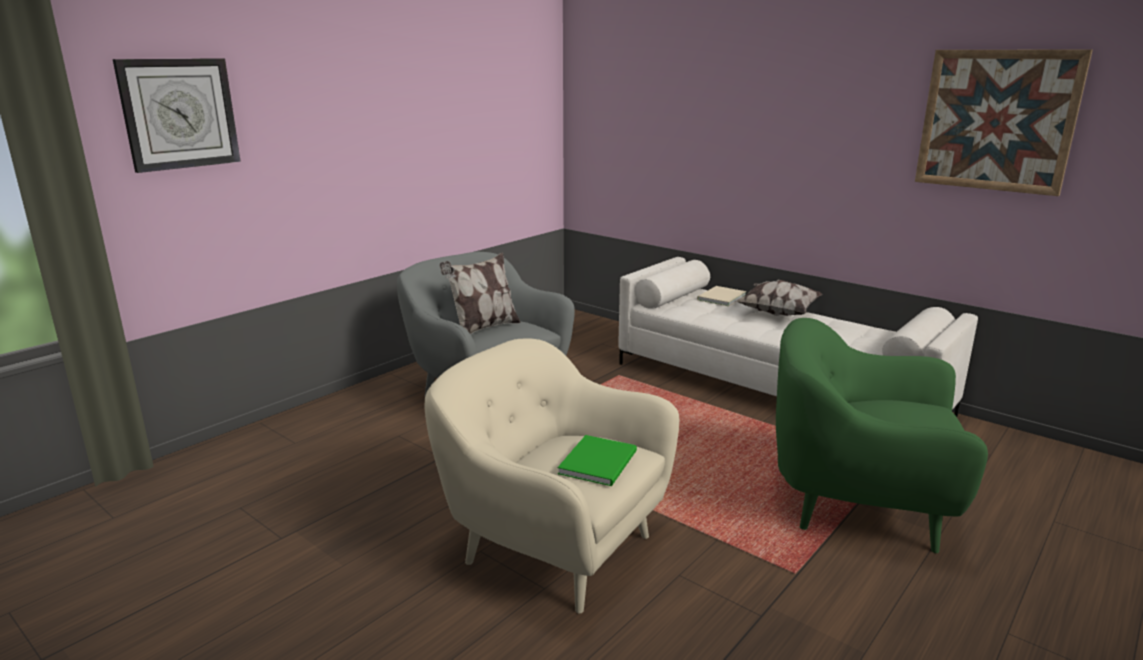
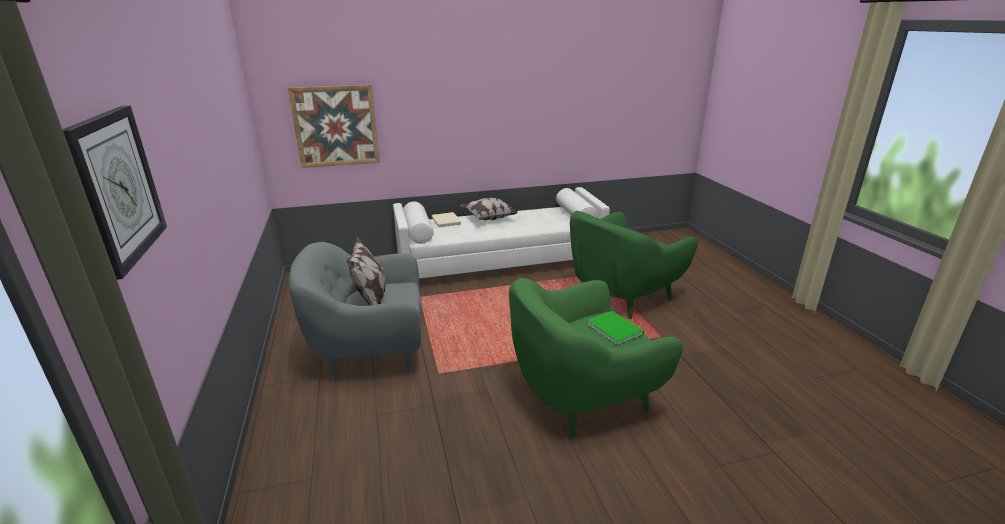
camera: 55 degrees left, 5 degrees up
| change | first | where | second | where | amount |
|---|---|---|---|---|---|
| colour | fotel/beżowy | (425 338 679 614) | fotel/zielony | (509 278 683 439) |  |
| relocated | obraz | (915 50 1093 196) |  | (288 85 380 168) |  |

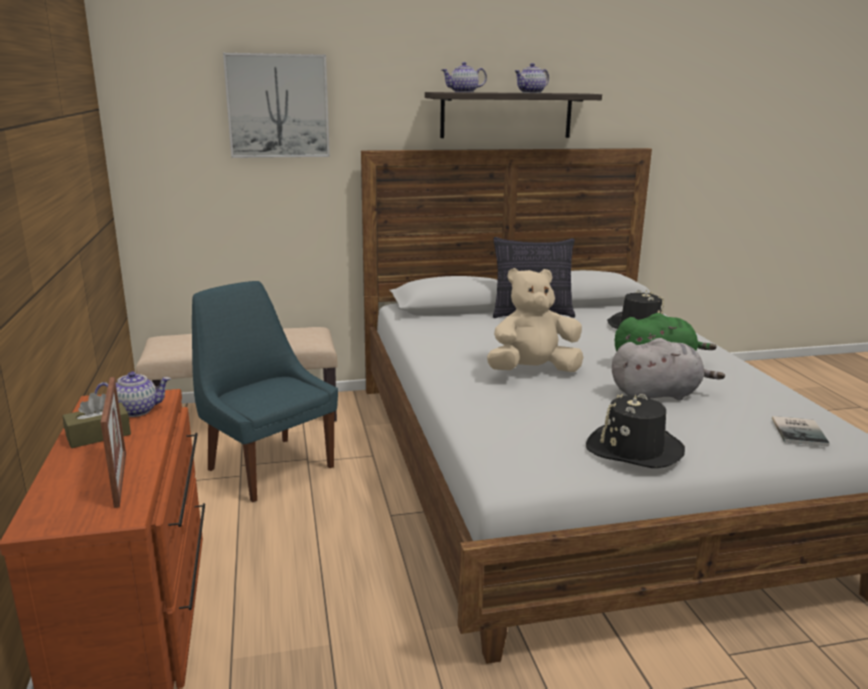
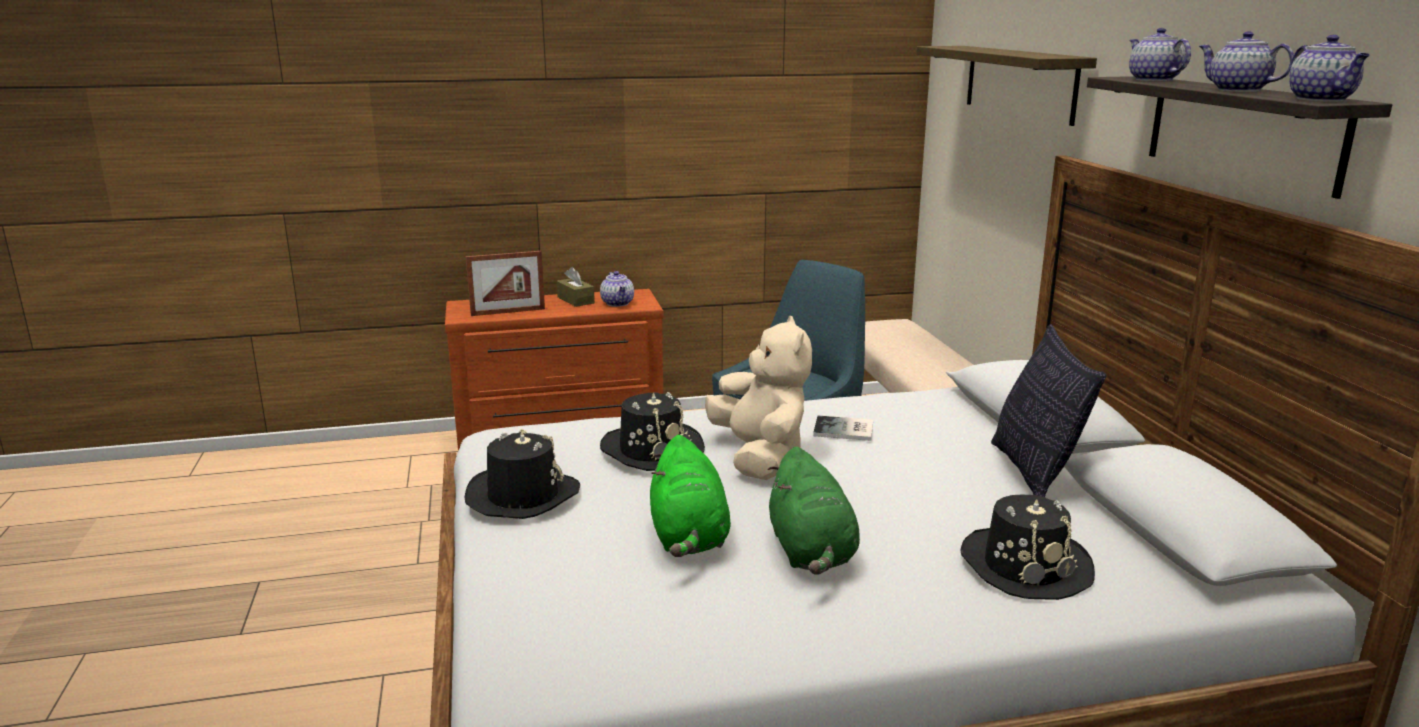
camera: 90 degrees right, 0 degrees up
| change | first | where | second | where | amount |
|---|---|---|---|---|---|
| exchanged | obraz | (223 53 330 158) | półka | (916 46 1097 126) |  |
| colour | pluszak/szary | (612 338 725 400) | pluszak/zielony | (650 435 731 557) |  |
| relocated | książka | (772 416 829 447) |  | (813 416 873 441) |  |
| appeared |  |  | kapelusz/czarny | (600 392 705 471) |  |
| appeared |  |  | imbryk | (1289 35 1370 102) |  |

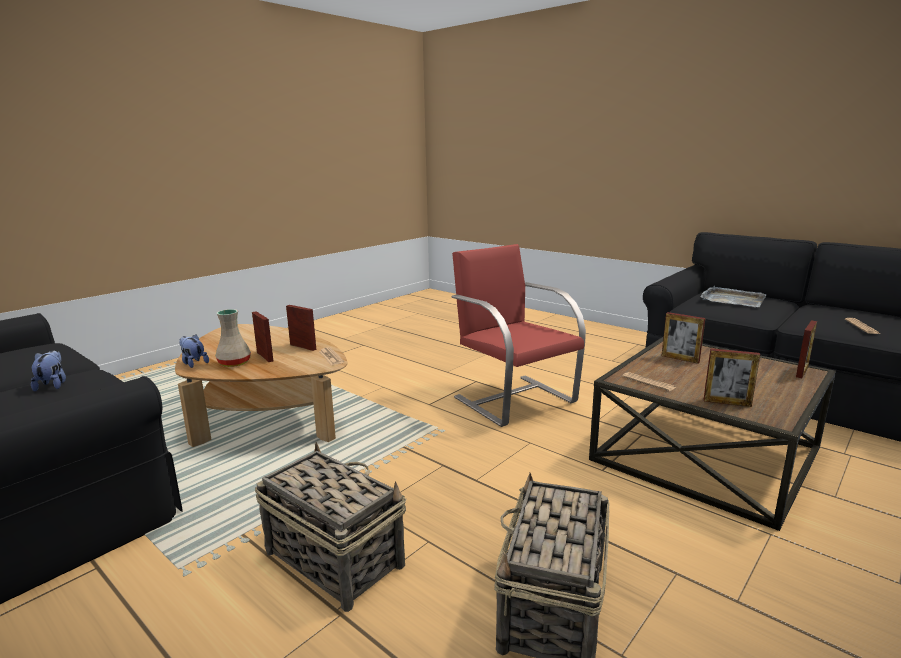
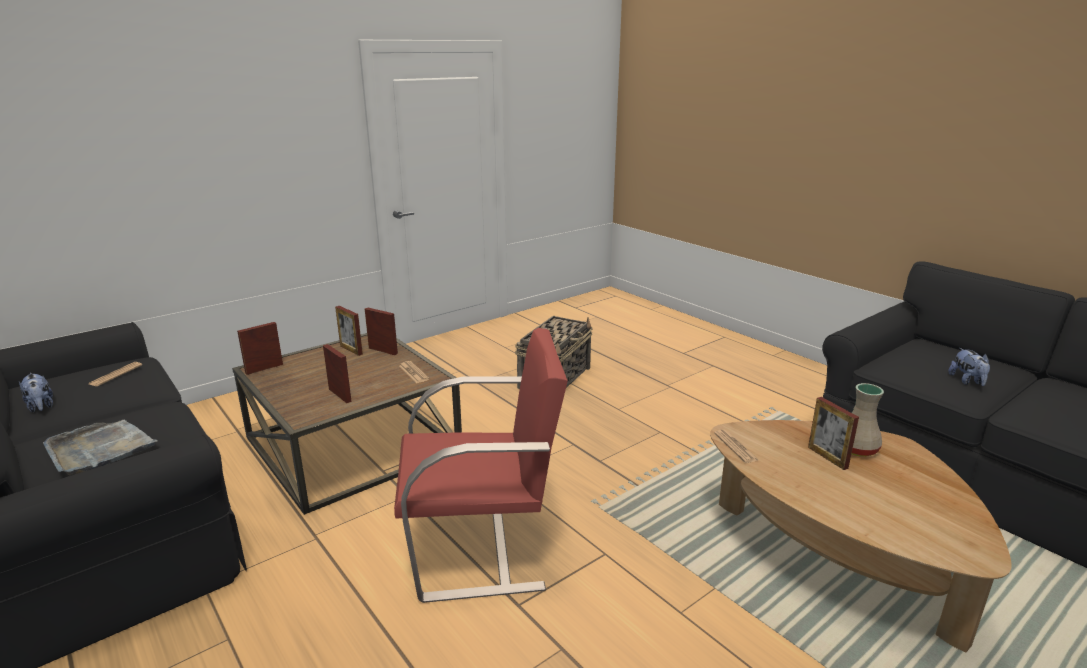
camera: 170 degrees left, 5 degrees up
| change | first | where | second | where | amount |
|---|---|---|---|---|---|
| relocated | pluszak | (179 334 209 368) |  | (19 373 53 412) |  |
| missing | koszyk | (255 442 406 612) |  |  |  |
| relocated | ramka na zdjęcie | (286 305 316 351) |  | (335 306 363 356) |  |
| spun | fotel/czerwony | (451 244 586 427) |  | (394 328 568 603) | 75 degrees counterclockwise |

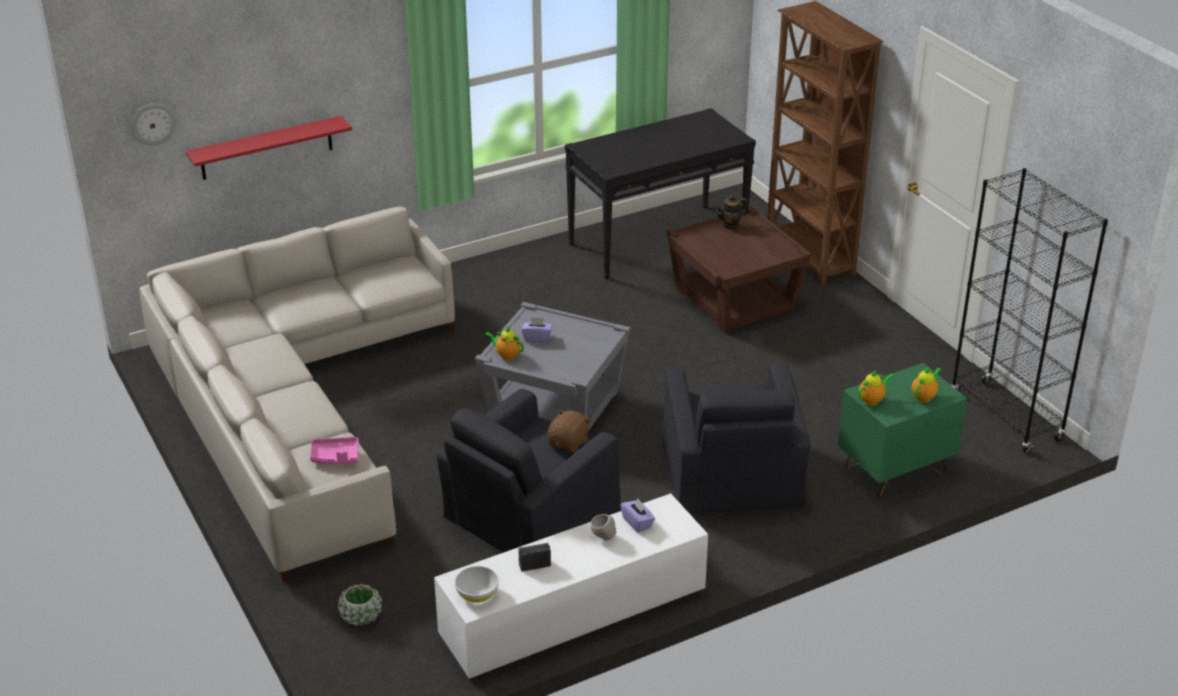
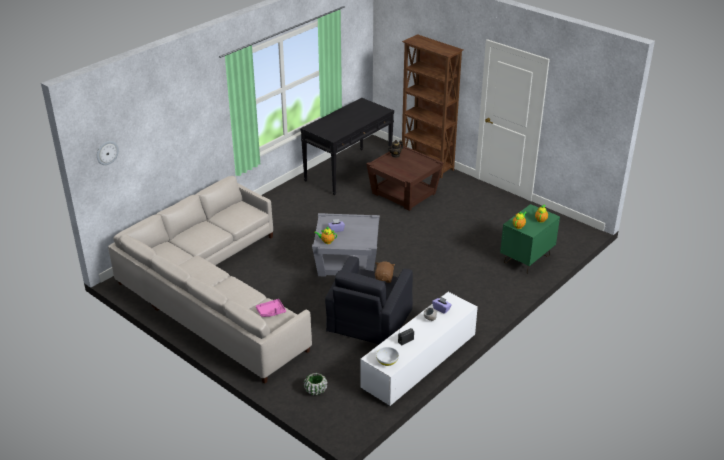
camera: 20 degrees left, 0 degrees up
| change | first | where | second | where | amount |
|---|---|---|---|---|---|
| missing | półka/czerwony | (185 116 352 180) |  |  |  |
| missing | fotel/czarny | (662 363 810 514) |  |  |  |
| missing | regał/czarny | (951 168 1108 453) |  |  |  |

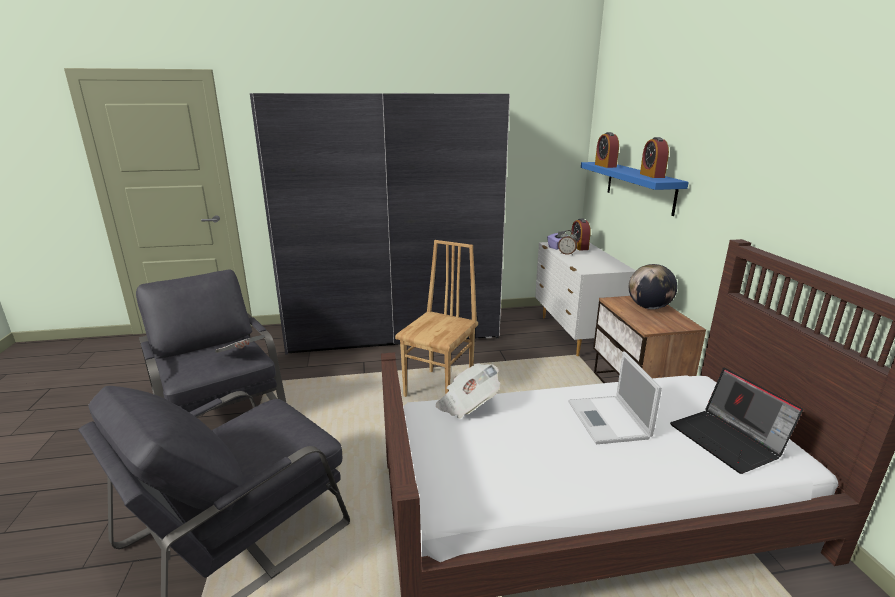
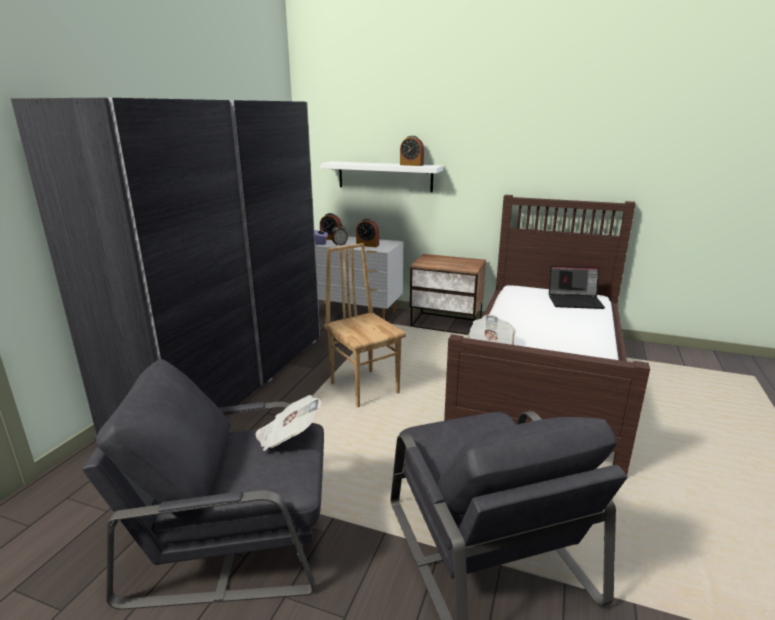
camera: 60 degrees left, 0 degrees up
| change | first | where | second | where | amount |
|---|---|---|---|---|---|
| missing | laptop | (568 351 662 444) |  |  |  |
| colour | półka/niebieski | (581 162 689 216) | półka/biały | (320 161 443 192) |  |
| relocated | budzik | (595 132 619 168) |  | (356 218 379 247) |  |
| missing | globus | (629 264 677 309) |  |  |  |

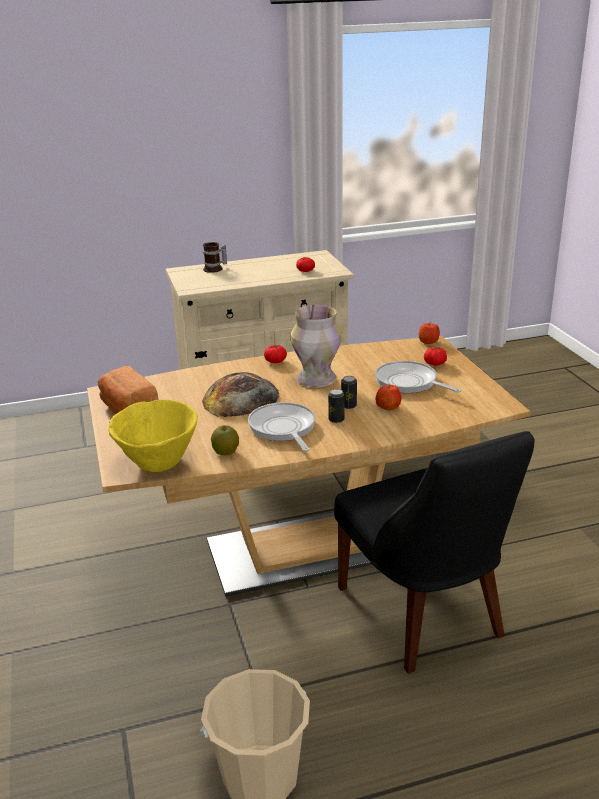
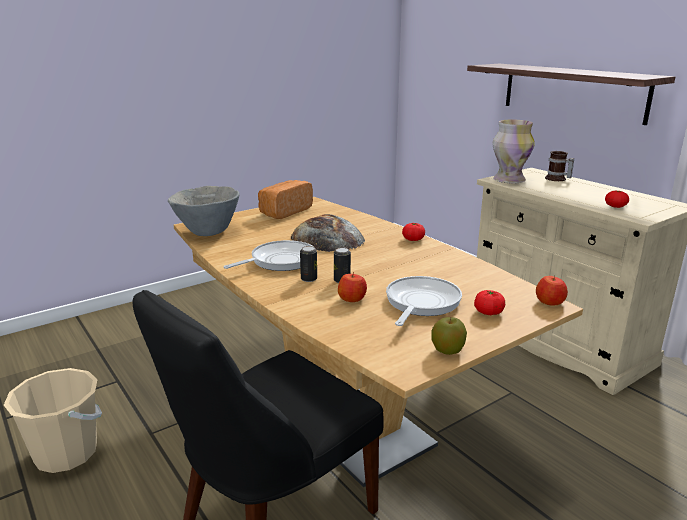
camera: 70 degrees right, 5 degrees down
| change | first | where | second | where | amount |
|---|---|---|---|---|---|
| colour | miska/żółty | (108 400 198 472) | miska/szary | (168 186 240 236) |  |
| relocated | jabłko | (211 425 239 456) |  | (431 317 467 355) |  |
| relocated | wazon | (291 305 342 387) |  | (493 120 535 183) |  |
| appeared |  |  | półka | (467 64 675 125) |  |

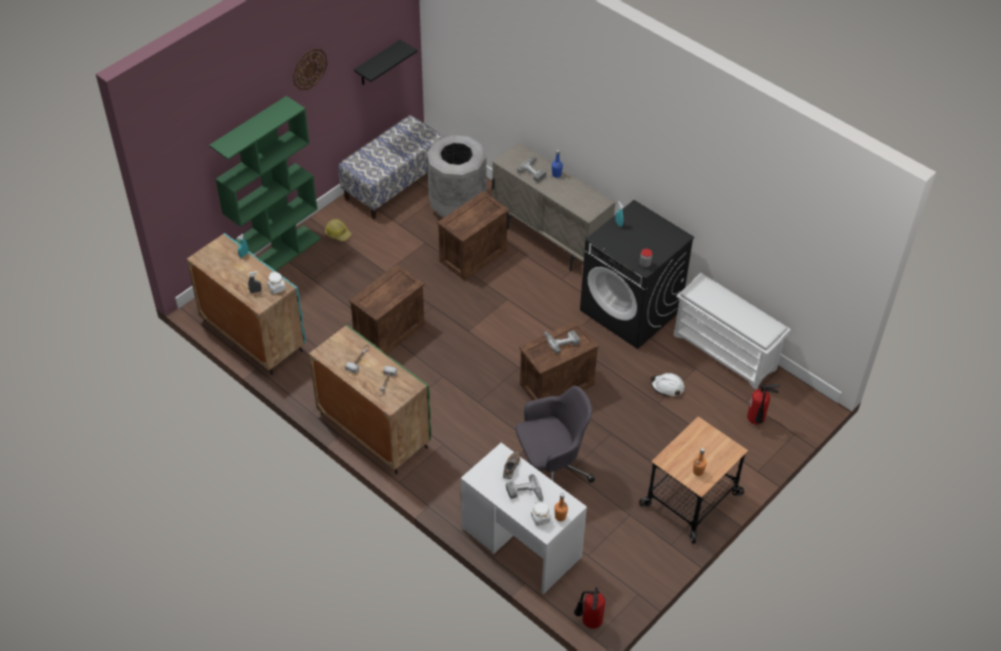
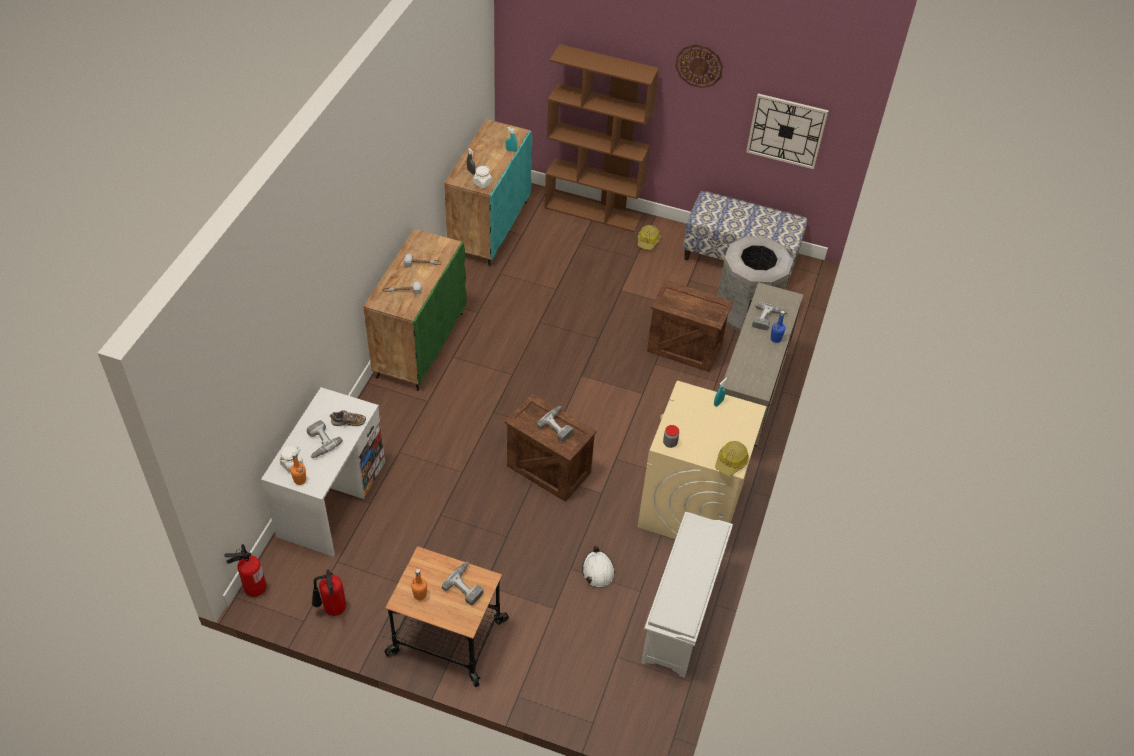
camera: 65 degrees right, 0 degrees up
| change | first | where | second | where | amount |
|---|---|---|---|---|---|
| colour | regał/zielony | (209 96 321 271) | regał/brązowy | (544 44 659 232) |  |
| missing | skrzynka | (349 264 425 354) |  |  |  |
| exchanged | półka/czarny | (354 40 417 85) | zegar ścienny | (746 94 829 169) |  |
| missing | krzesło biurowe/szary | (516 386 595 483) |  |  |  |
| colour | pralka/czarny | (580 200 695 349) | pralka/beżowy | (638 381 767 539) |  |
| relocated | gaśnica | (747 384 780 424) |  | (312 569 346 616) |  |
| appeared |  |  | wiertarka | (442 562 483 605) |  |
| appeared |  |  | kask | (715 441 749 476) |  |

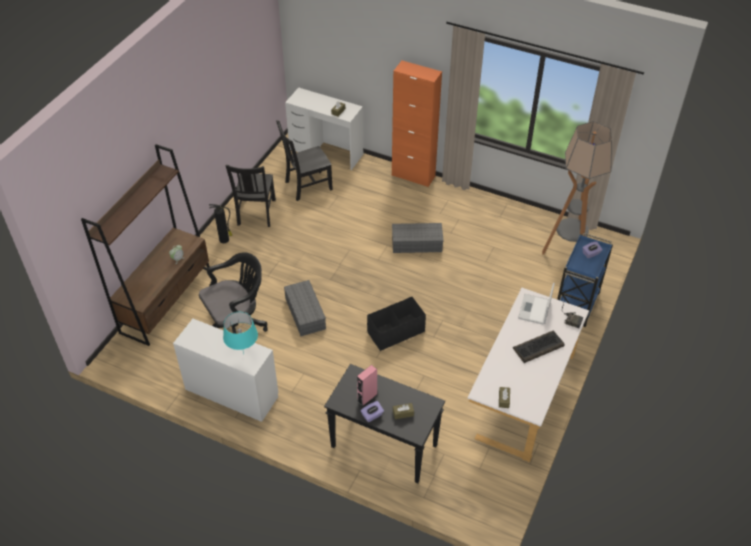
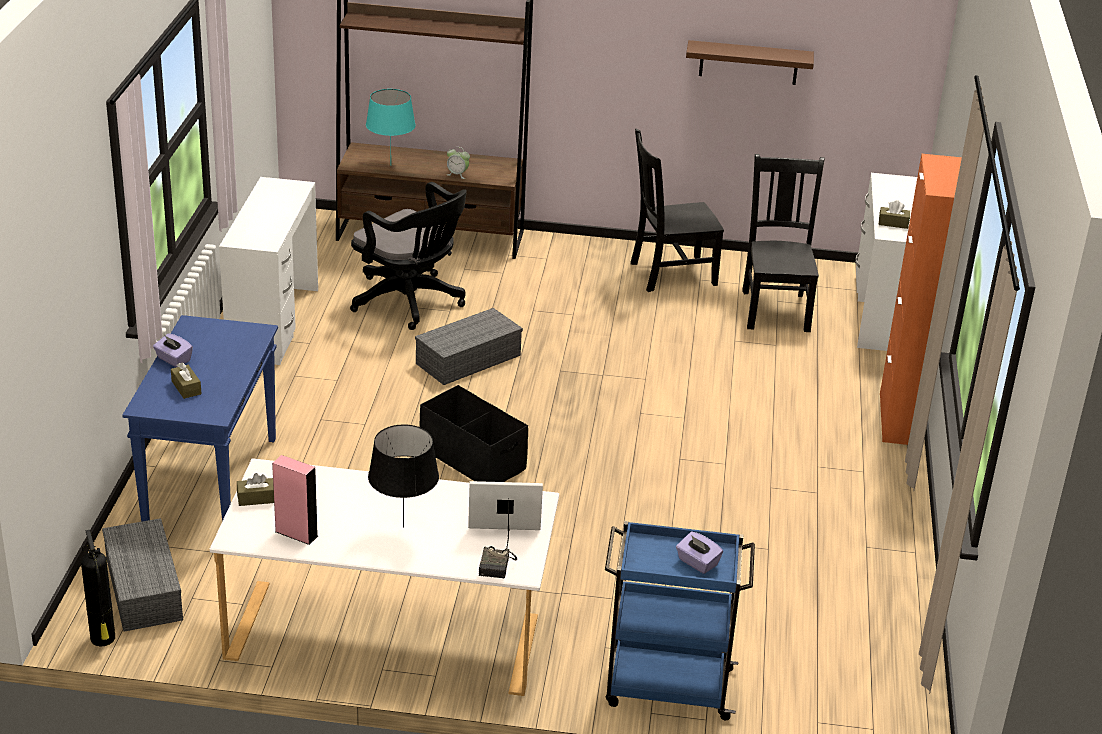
camera: 70 degrees right, 15 degrees down
| change | first | where | second | where | amount |
|---|---|---|---|---|---|
| relocated | gaśnica | (209 204 232 243) |  | (81 530 115 646) |  |
| relocated | lampa stołowa/turkusowy | (223 312 258 354) |  | (366 89 415 166) |  |
| spun | krzesło/czarny | (276 120 333 201) |  | (742 154 825 332) | 45 degrees clockwise |
| colour | stolik konsolowy/czarny | (324 364 445 484) | stolik konsolowy/niebieski | (122 315 278 522) |  |
| relocated | głośnik/różowy | (357 365 377 406) |  | (272 455 318 545) |  |
| relocated | pojemnik do przechowywania/szary | (392 223 444 253) |  | (102 518 183 632) |  |
| exchanged | klawiatura | (513 331 564 363) | lampa stołowa/czarny | (368 424 439 528) |  |
| missing | lampa stojąca | (542 121 612 254) |  |  |  |
| appeared |  |  | półka/brązowy | (686 40 814 85) |  |

